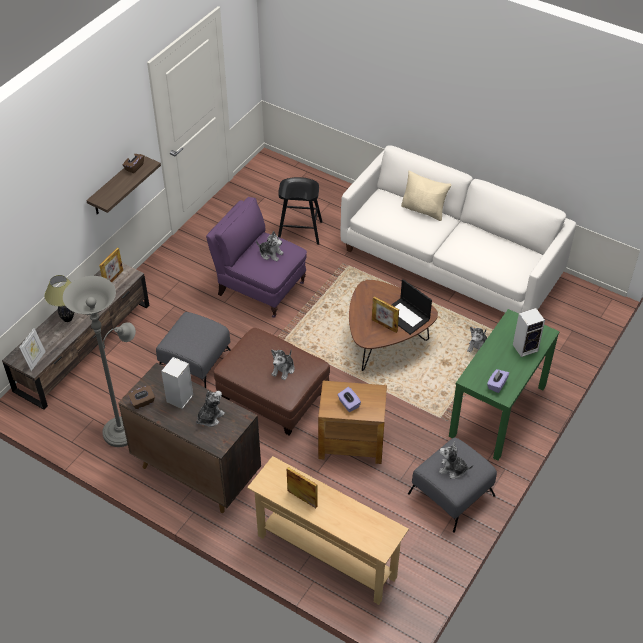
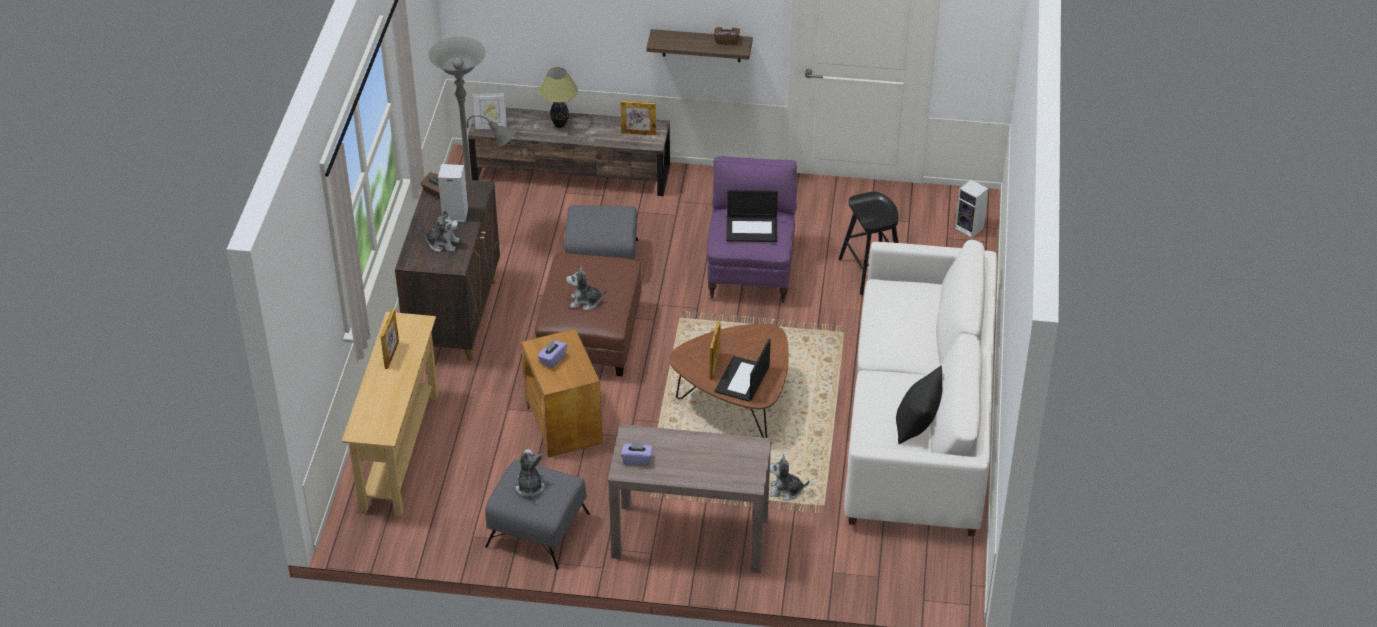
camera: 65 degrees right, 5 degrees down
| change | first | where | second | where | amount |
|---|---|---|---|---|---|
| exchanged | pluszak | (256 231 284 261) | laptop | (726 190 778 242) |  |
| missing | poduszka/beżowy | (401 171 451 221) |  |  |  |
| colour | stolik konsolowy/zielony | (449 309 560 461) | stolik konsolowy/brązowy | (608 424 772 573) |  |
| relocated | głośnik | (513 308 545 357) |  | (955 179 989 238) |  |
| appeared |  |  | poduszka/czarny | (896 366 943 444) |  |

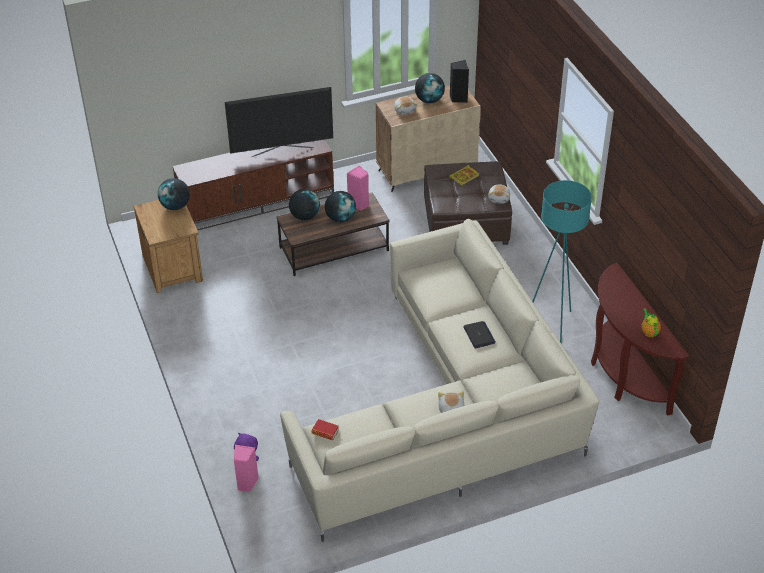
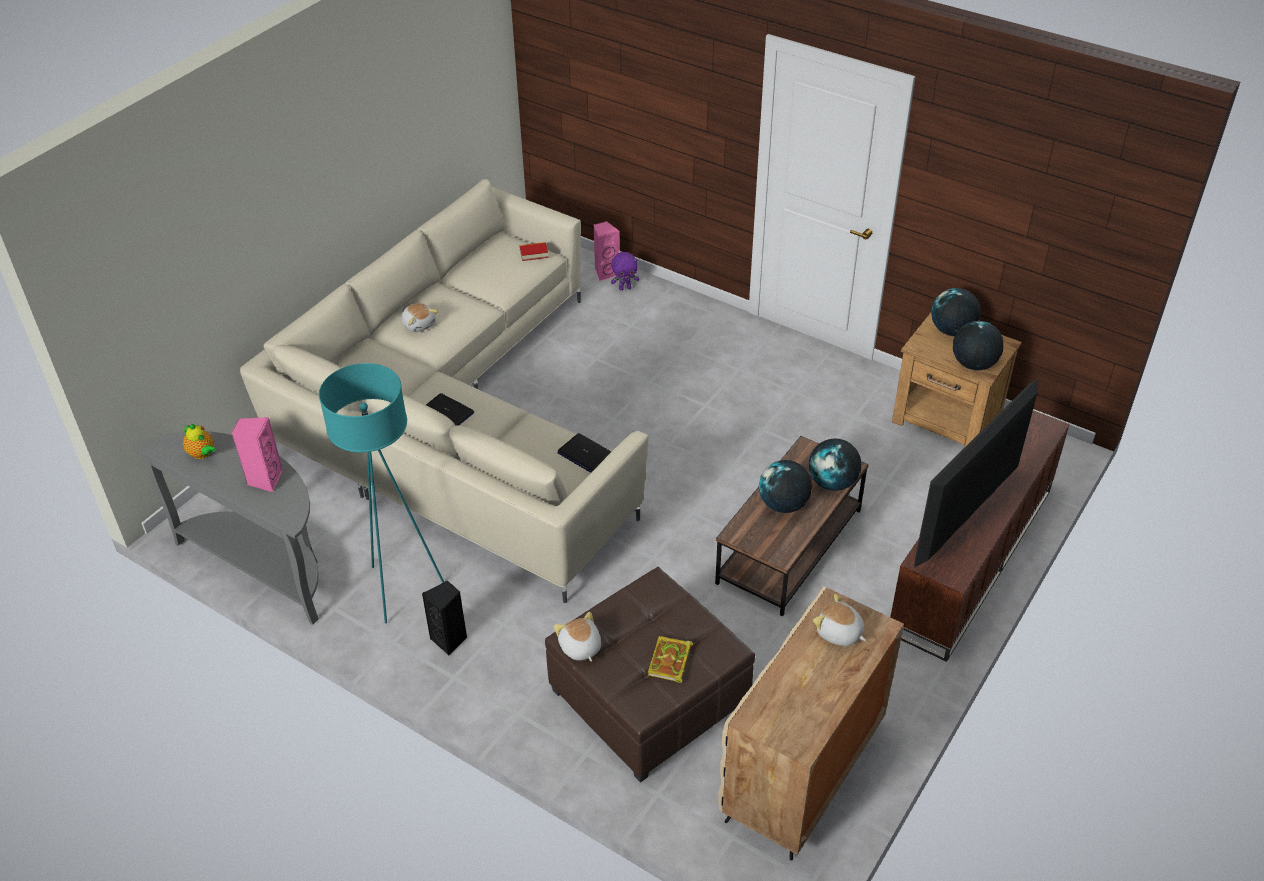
camera: 145 degrees right, 0 degrees up
| change | first | where | second | where | amount |
|---|---|---|---|---|---|
| relocated | głośnik/różowy | (347 165 369 211) |  | (231 417 283 492) |  |
| relocated | globus | (415 73 445 103) |  | (931 288 981 336) |  |
| relocated | głośnik/czarny | (450 60 469 103) |  | (422 581 467 656) |  |
| colour | stolik konsolowy/brązowy | (591 263 689 416) | stolik konsolowy/szary | (136 431 319 625) |  |
| appeared |  |  | laptop | (557 433 611 473) |  |

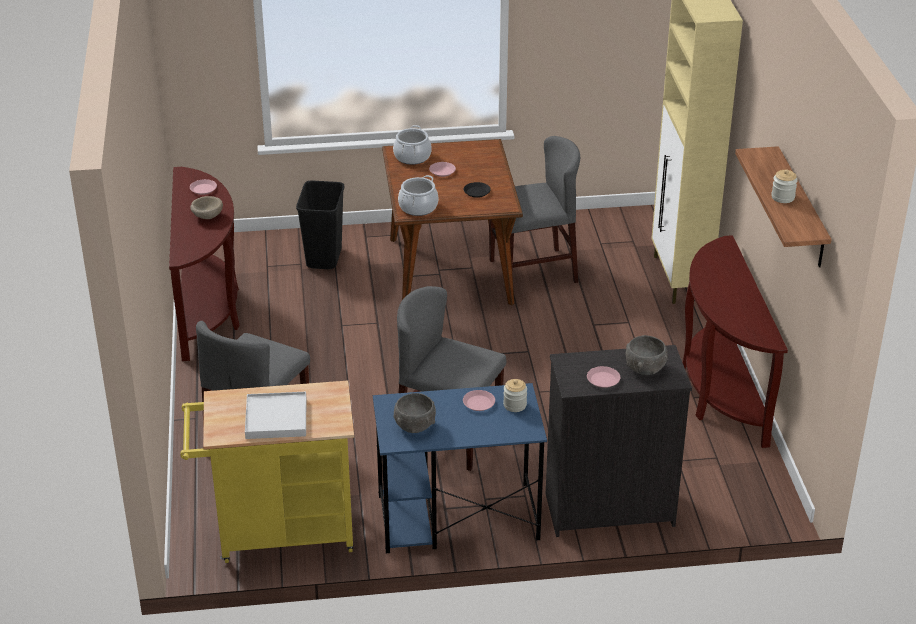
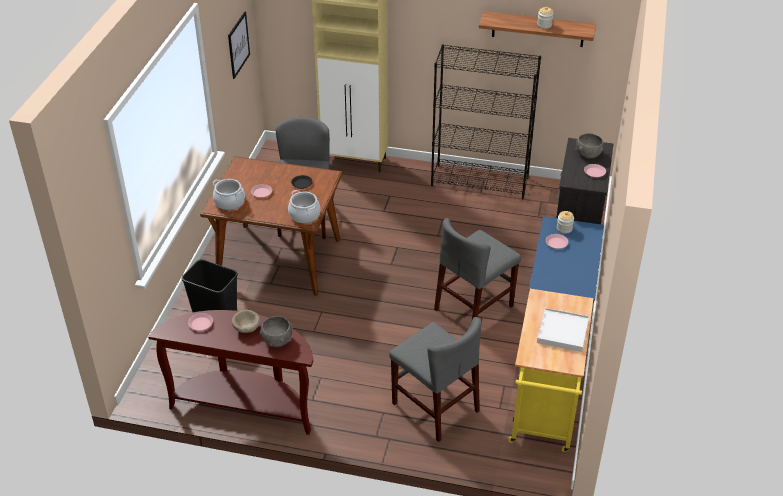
camera: 70 degrees left, 5 degrees up
| change | first | where | second | where | amount |
|---|---|---|---|---|---|
| relocated | miska/szary | (393 393 436 433) |  | (260 316 293 347) |  |
| exchanged | stolik konsolowy/brązowy | (682 235 788 448) | regał/czarny | (431 44 541 199) |  |
| appeared |  |  | obraz | (228 11 250 79) |  |

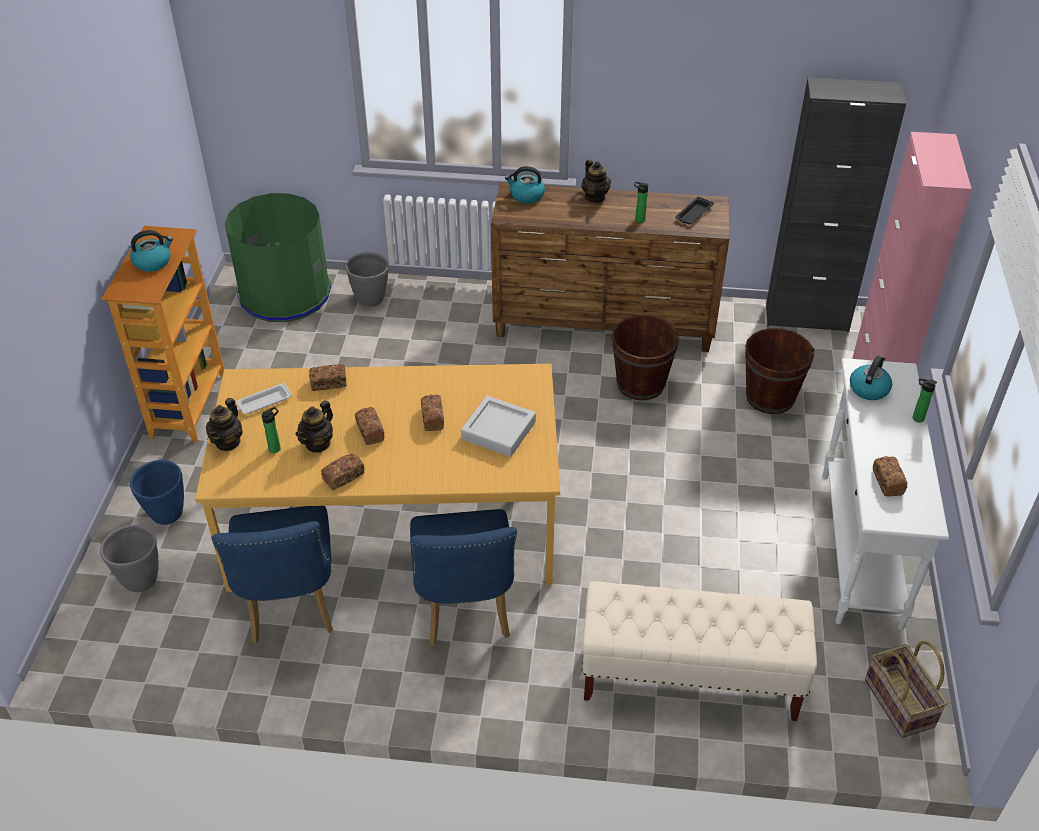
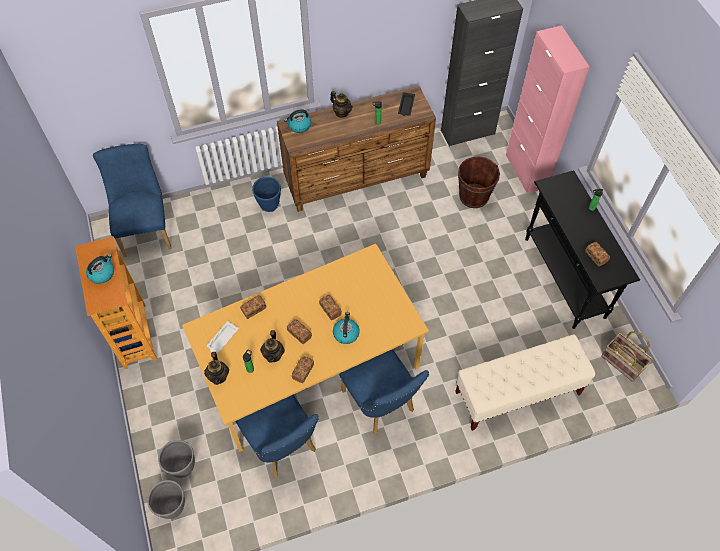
camera: 25 degrees left, 15 degrees up
| change | first | where | second | where | amount |
|---|---|---|---|---|---|
| relocated | donica/niebieski | (130 460 184 525) |  | (252 177 281 212) |  |
| exchanged | kosz na śmieci/zielony | (225 193 331 322) | krzesło/niebieski | (93 144 172 257) |  |
| relocated | donica/szary | (346 252 389 307) |  | (147 480 185 519) |  |
| missing | taca/szary | (461 396 536 457) |  |  |  |
| missing | wiadro/brązowy | (612 315 679 400) |  |  |  |
| colour | stolik konsolowy/biały | (822 358 949 630) | stolik konsolowy/czarny | (525 170 640 329) |  |
| relocated | czajnik | (850 356 892 400) |  | (333 312 360 344) |  |

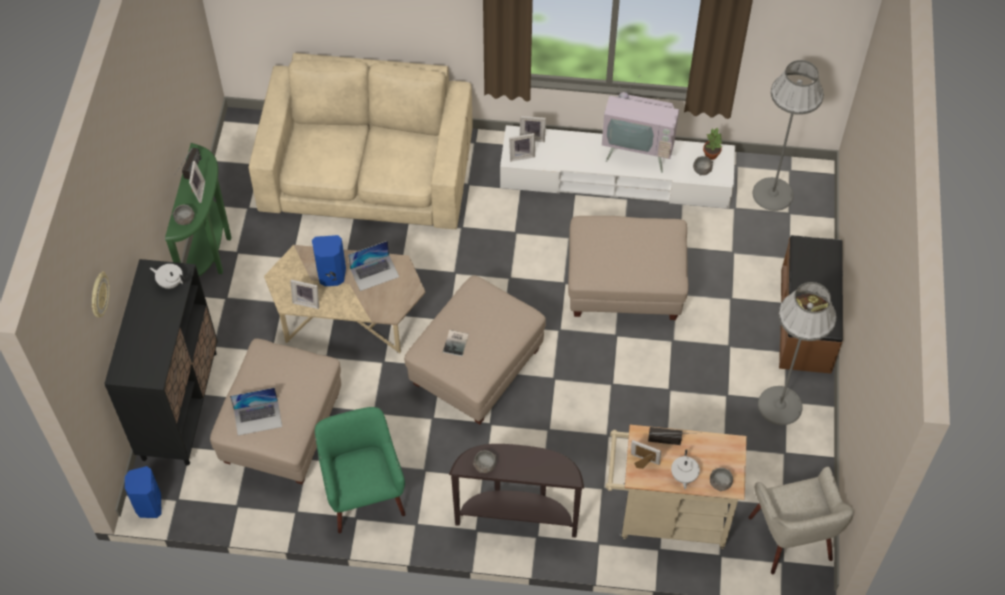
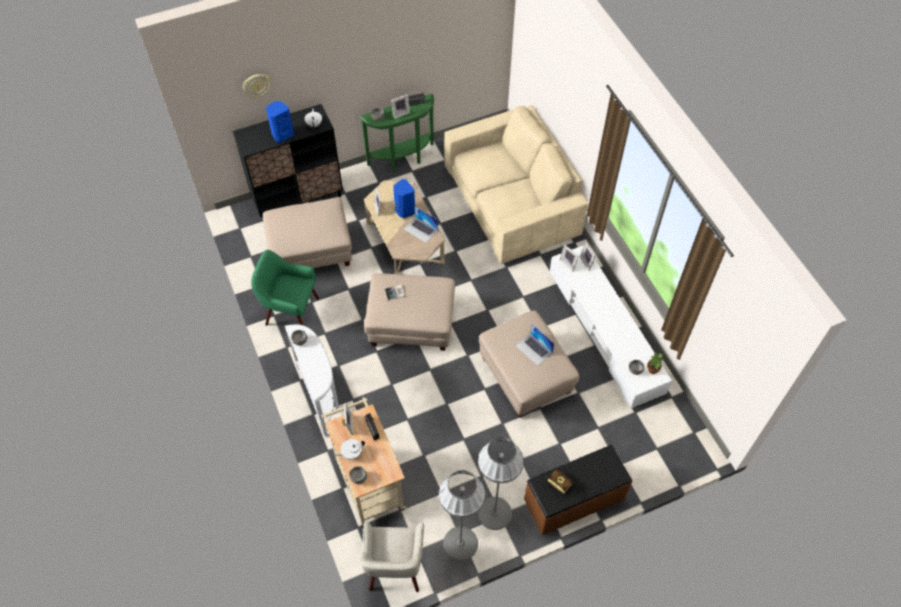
camera: 60 degrees right, 0 degrees up
| change | first | where | second | where | amount |
|---|---|---|---|---|---|
| relocated | głośnik/niebieski | (125 466 162 518) |  | (266 101 294 143) |  |
| relocated | laptop | (230 387 282 436) |  | (516 324 554 366) |  |
| spun | fotel/zielony | (315 407 406 534) |  | (251 250 319 326) | 120 degrees counterclockwise |
| colour | stolik konsolowy/brązowy | (449 444 584 538) | stolik konsolowy/biały | (285 324 339 436) |  |
| missing | telewizor | (602 69 679 173) |  |  |  |
| spun | fotel/beżowy | (748 466 854 574) |  | (361 521 424 592) | 45 degrees counterclockwise |
| relocated | lampa stojąca/szary | (753 60 824 211) |  | (439 470 485 561) |  |

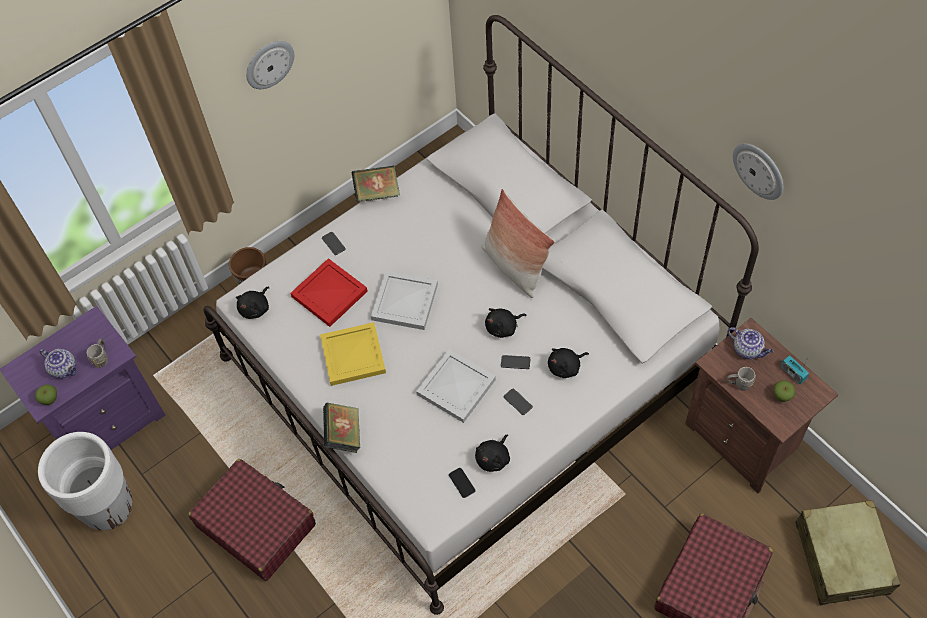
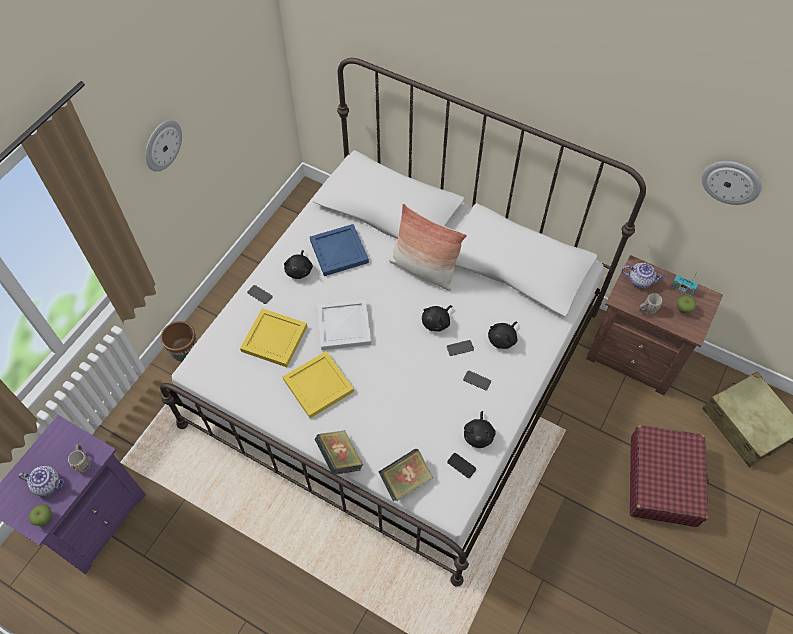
camera: 25 degrees left, 0 degrees up
| change | first | where | second | where | amount |
|---|---|---|---|---|---|
| missing | donica/biały | (38 432 132 530) |  |  |  |
| missing | walizka/czerwony | (188 459 316 581) |  |  |  |
| relocated | pluszak/czarny | (236 287 269 319) |  | (284 250 313 279) |  |
| colour | taca/czerwony | (290 258 368 327) | taca/żółty | (240 308 307 367) |  |
| relocated | książka | (352 165 400 202) |  | (379 449 433 501) |  |
| missing | taca/biały | (416 349 496 423) |  |  |  |
| relocated | zegar ścienny | (733 143 783 200) |  | (702 161 762 205) |  |
| appeared |  |  | taca/niebieski | (310 224 369 276) |  |

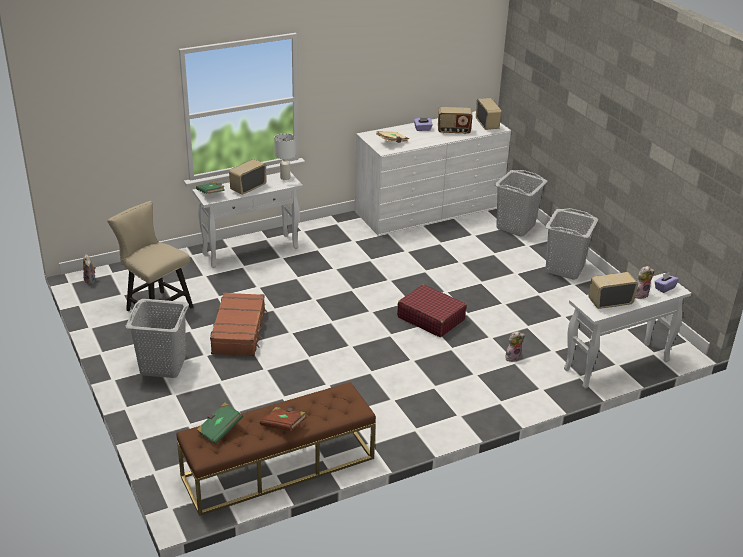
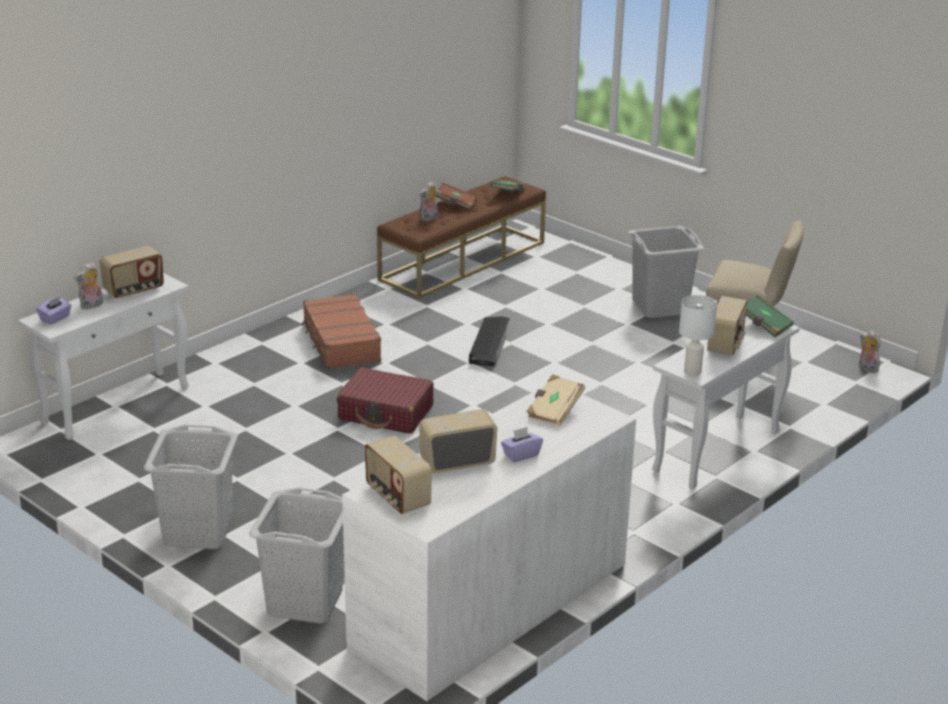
camera: 160 degrees right, 5 degrees down
| change | first | where | second | where | amount |
|---|---|---|---|---|---|
| relocated | walizka/brązowy | (210 292 267 356) |  | (301 294 381 369) |  |
| relocated | pluszak | (505 331 525 362) |  | (420 181 438 221) |  |
| appeared |  |  | pojemnik do przechowywania/czarny | (469 316 510 367) |  |

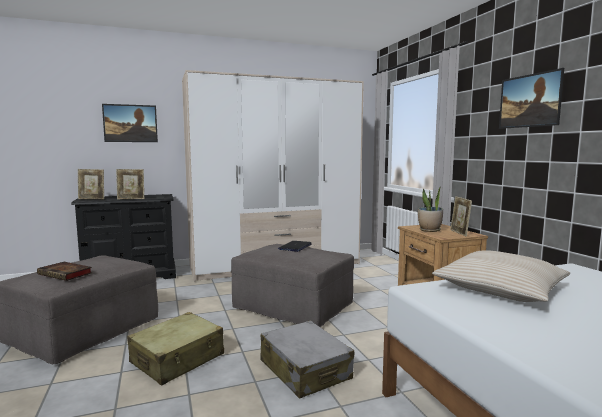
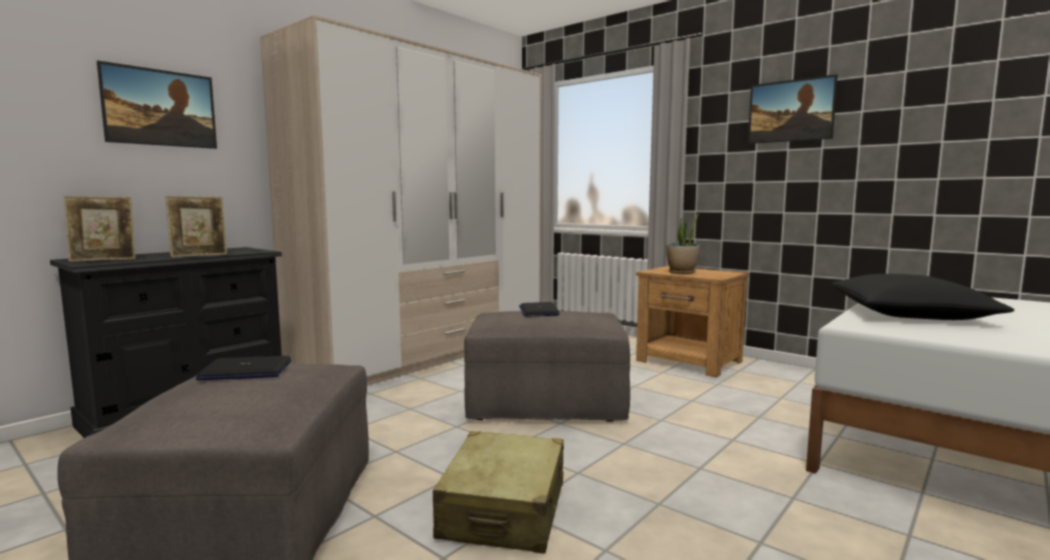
camera: 30 degrees left, 0 degrees up
| change | first | where | second | where | amount |
|---|---|---|---|---|---|
| missing | książka | (37 262 92 281) |  |  |  |
| missing | walizka/szary | (260 320 354 399) |  |  |  |
| colour | poduszka/beżowy | (432 250 570 302) | poduszka/czarny | (831 274 1014 320) |  |
| missing | ramka na zdjęcie | (450 196 472 236) |  |  |  |
| appeared |  |  | laptop | (196 356 291 381) |  |

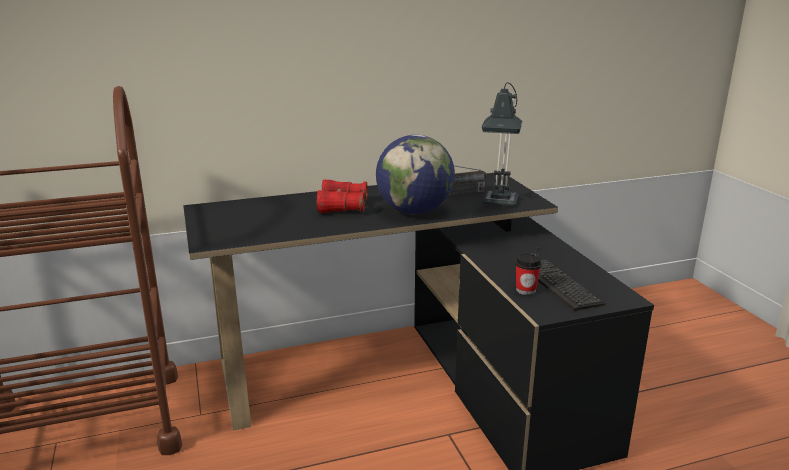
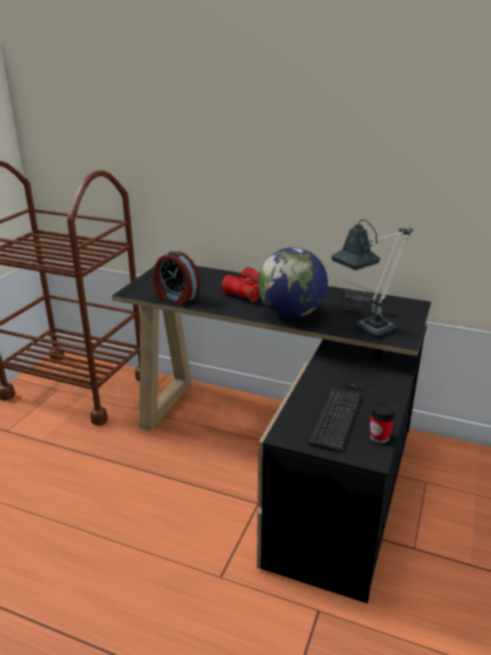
camera: 40 degrees right, 5 degrees up
| change | first | where | second | where | amount |
|---|---|---|---|---|---|
| relocated | filiżanka | (515 253 542 295) |  | (370 402 396 443) |  |
| appeared |  |  | budzik | (153 251 200 306) |  |

